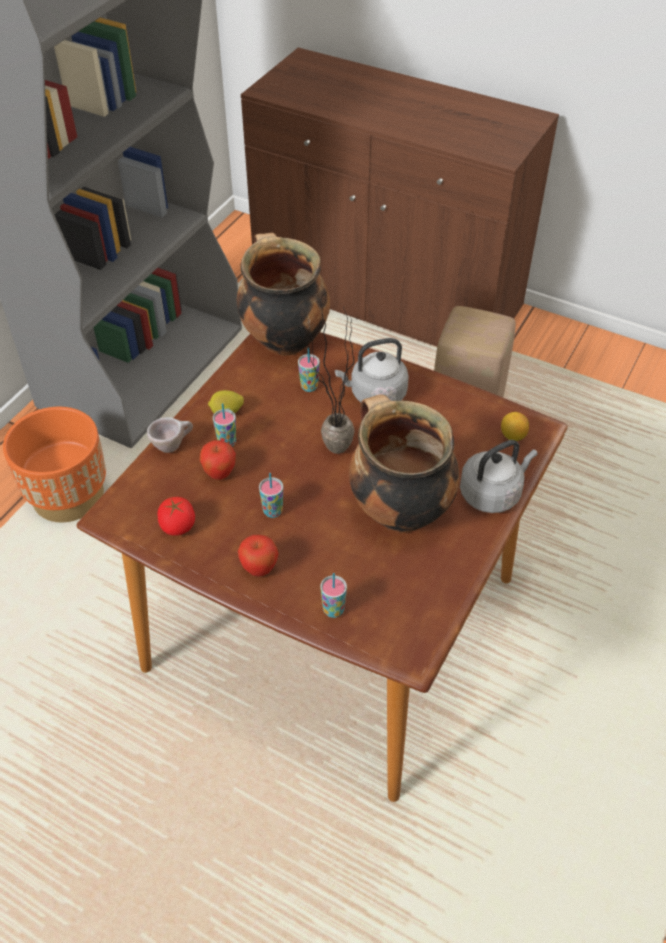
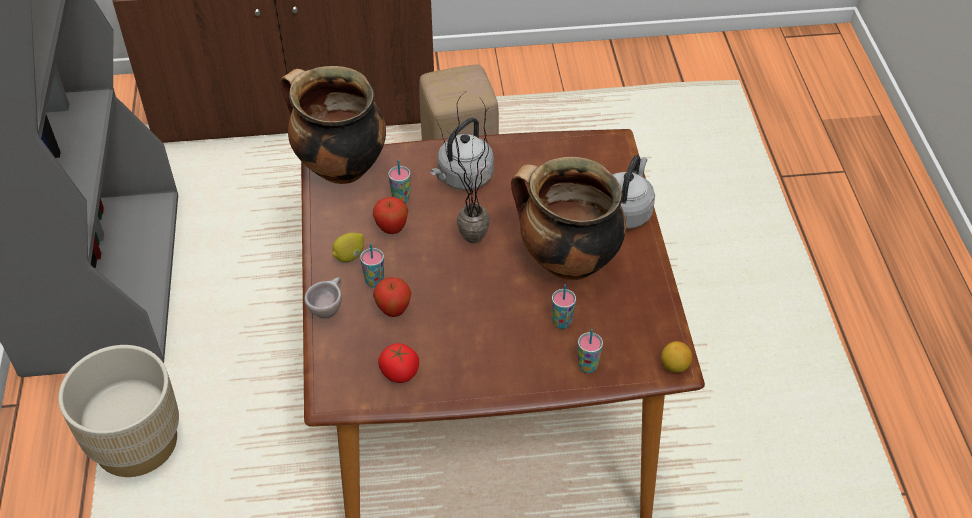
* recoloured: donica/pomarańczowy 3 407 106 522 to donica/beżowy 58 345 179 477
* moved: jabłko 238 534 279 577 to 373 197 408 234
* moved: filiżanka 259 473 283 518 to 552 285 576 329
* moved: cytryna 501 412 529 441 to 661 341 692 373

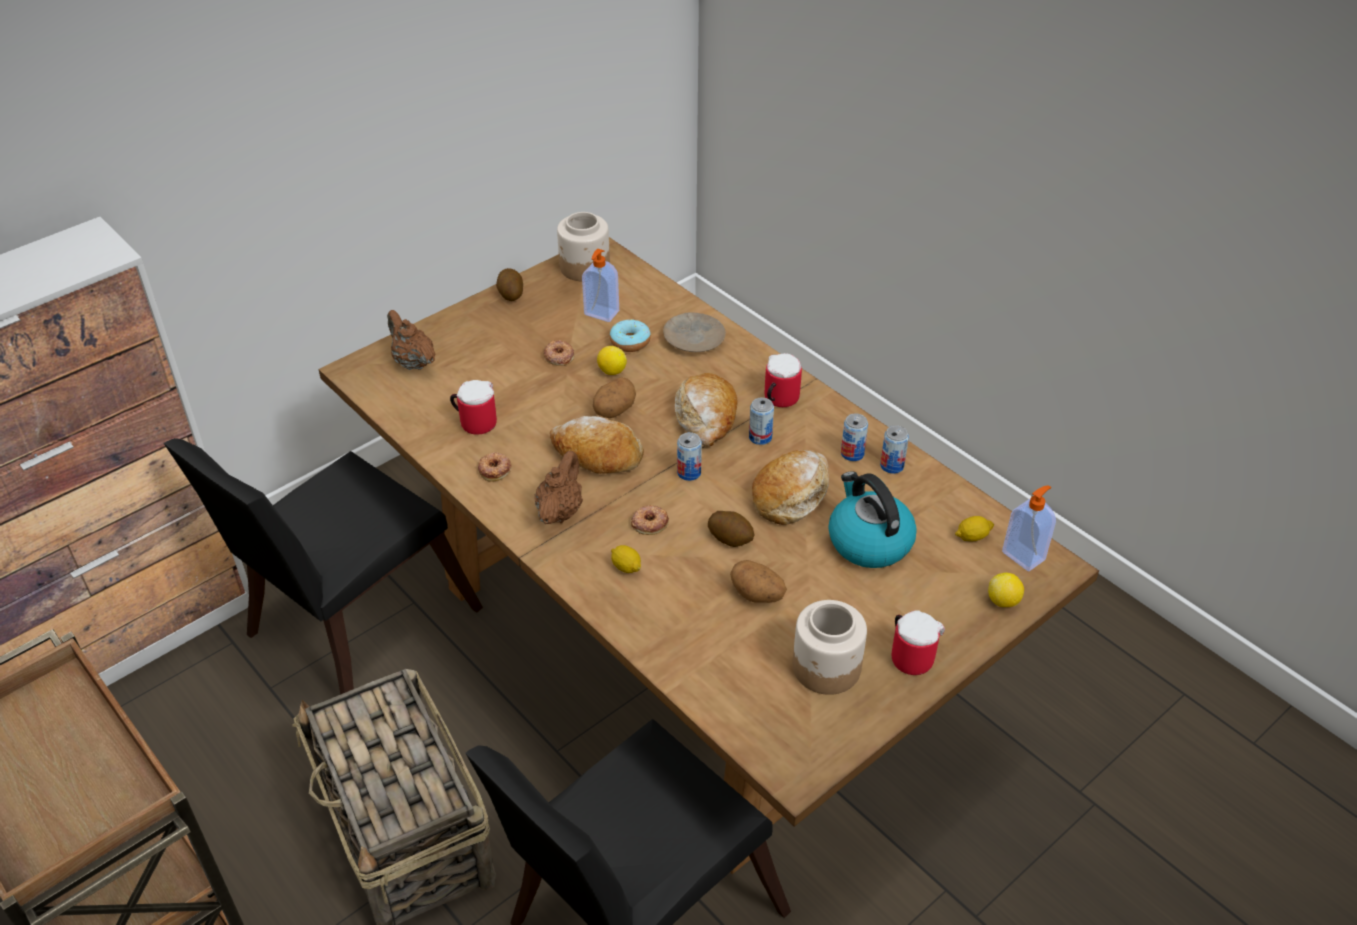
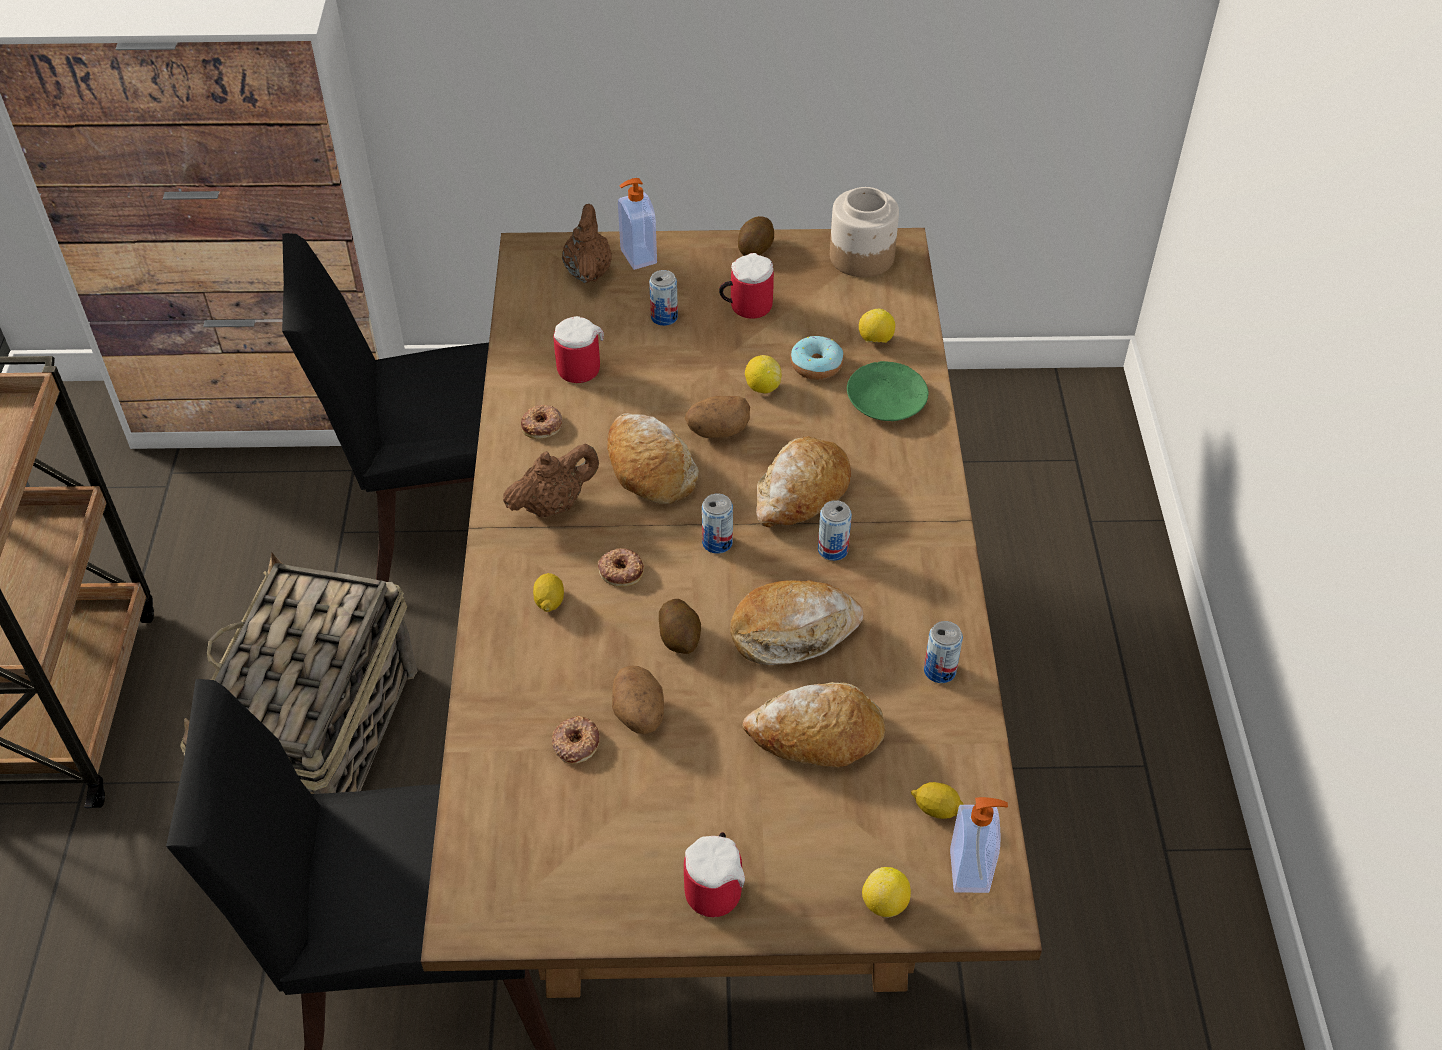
* moved: donut 543 340 574 366 to 552 716 600 764
* moved: dozownik mydła 582 249 619 322 to 618 178 657 270
* recoloured: talerz/beżowy 663 312 726 352 to talerz/zielony 847 361 928 421
* moved: kubek 765 353 802 407 to 719 253 774 319
* removed: słoik 793 600 867 695
* replaced: czajnik 828 471 917 568 to chleb 742 682 885 767
* moved: puszka 841 413 868 461 to 649 270 678 326
* added: cytryna 859 309 895 343

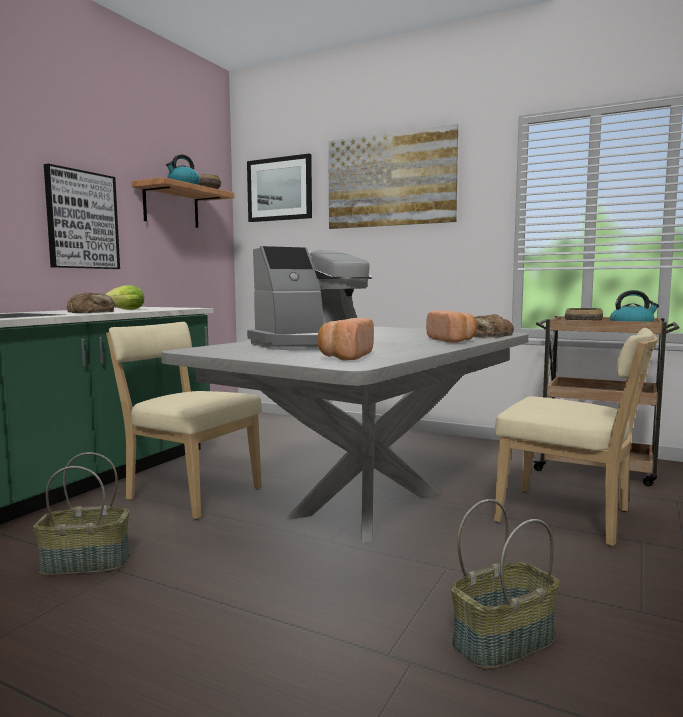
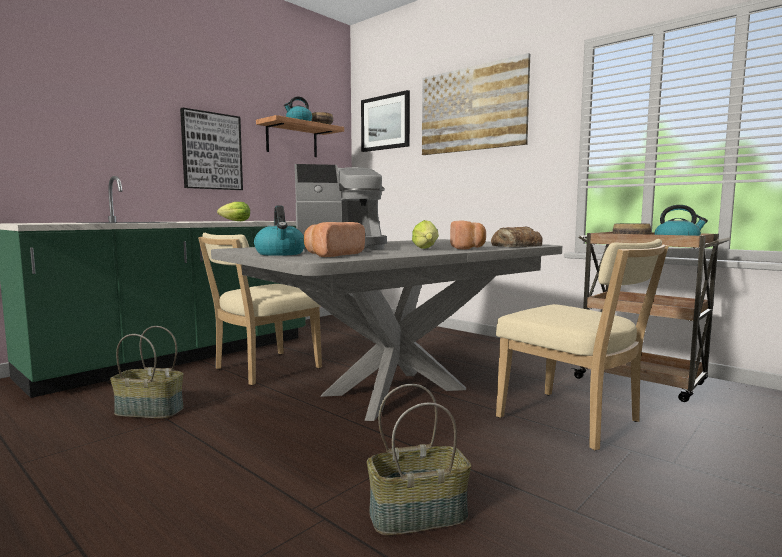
* removed: chleb 67 292 115 313
* turned: krzesło/beżowy 106 322 262 520 = 198 232 322 386 90 degrees counterclockwise
* added: czajnik 254 205 305 256
* added: sałata 412 220 439 249

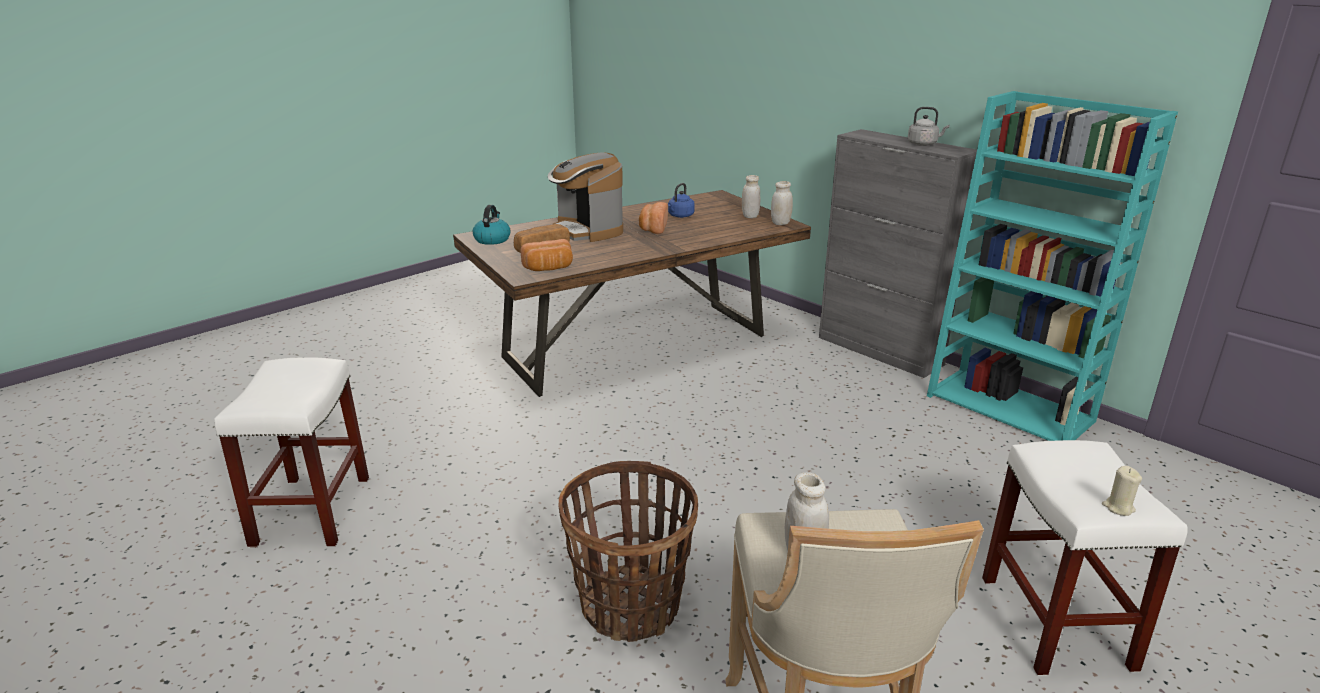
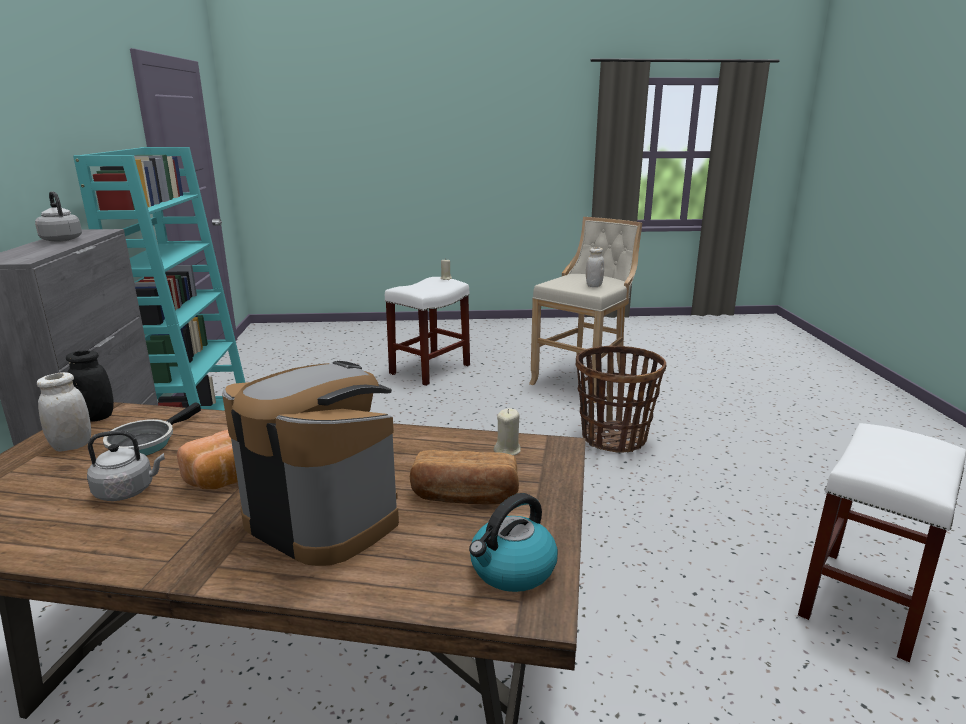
* replaced: chleb 521 239 573 271 to świeca/beżowy 494 408 521 456
* turned: ekspres do kawy 548 152 623 242 = 222 361 399 566 60 degrees counterclockwise
* recoloured: czajnik/niebieski 668 183 695 218 to czajnik/szary 87 430 165 501
* recoloured: słoik/biały 771 181 793 225 to słoik/czarny 66 350 114 422
* added: patelnia 103 402 201 456

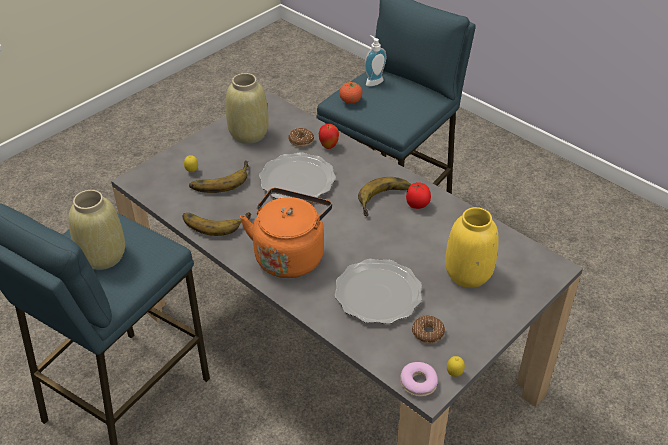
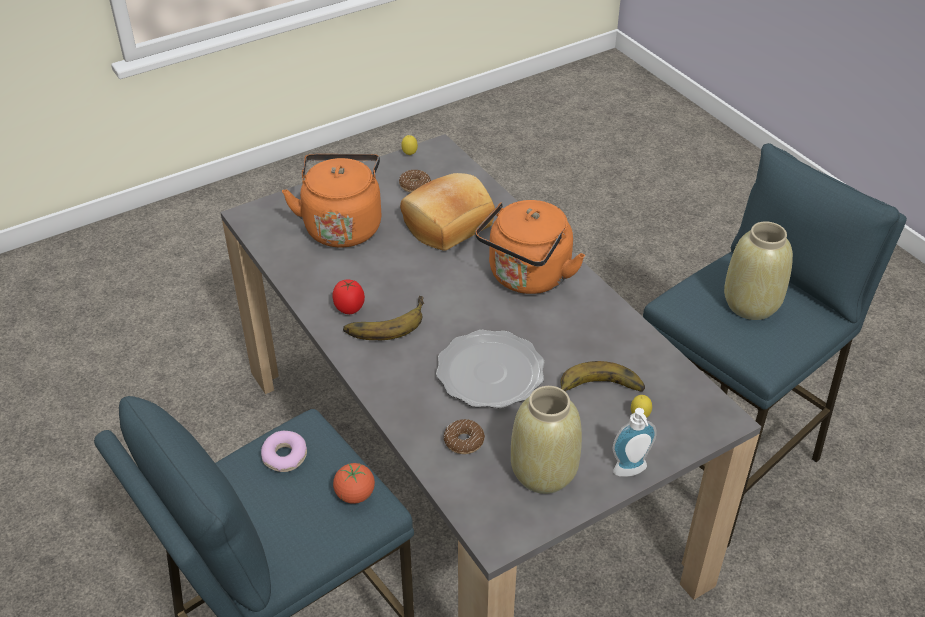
* removed: banan 182 212 251 236
* removed: jabłko 319 124 339 149
* replaced: talerz 335 259 422 324 to chleb 400 173 495 251
* moved: dozownik mydła 364 35 386 86 to 612 408 657 477
* moved: donut 400 362 438 397 to 261 431 307 472
* replaced: wazon/żółty 445 207 499 288 to czajnik/pomarańczowy 282 154 381 247

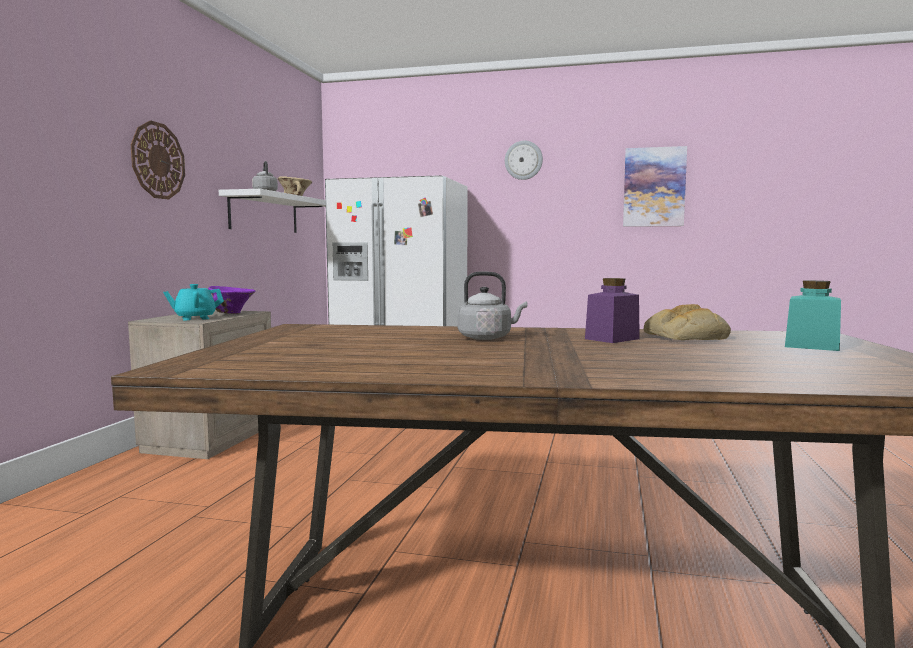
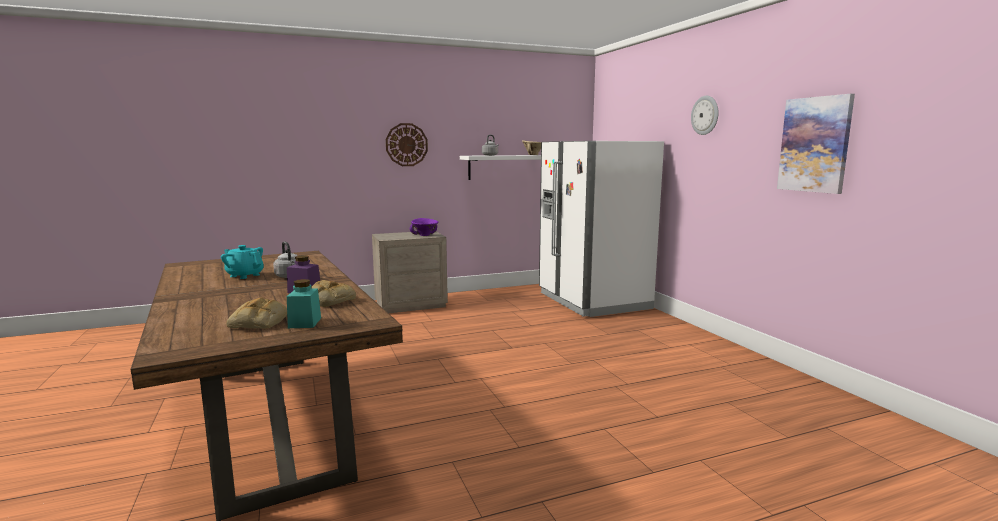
* moved: imbryk/turkusowy 163 284 224 320 to 221 245 264 279
* added: chleb 226 298 287 329

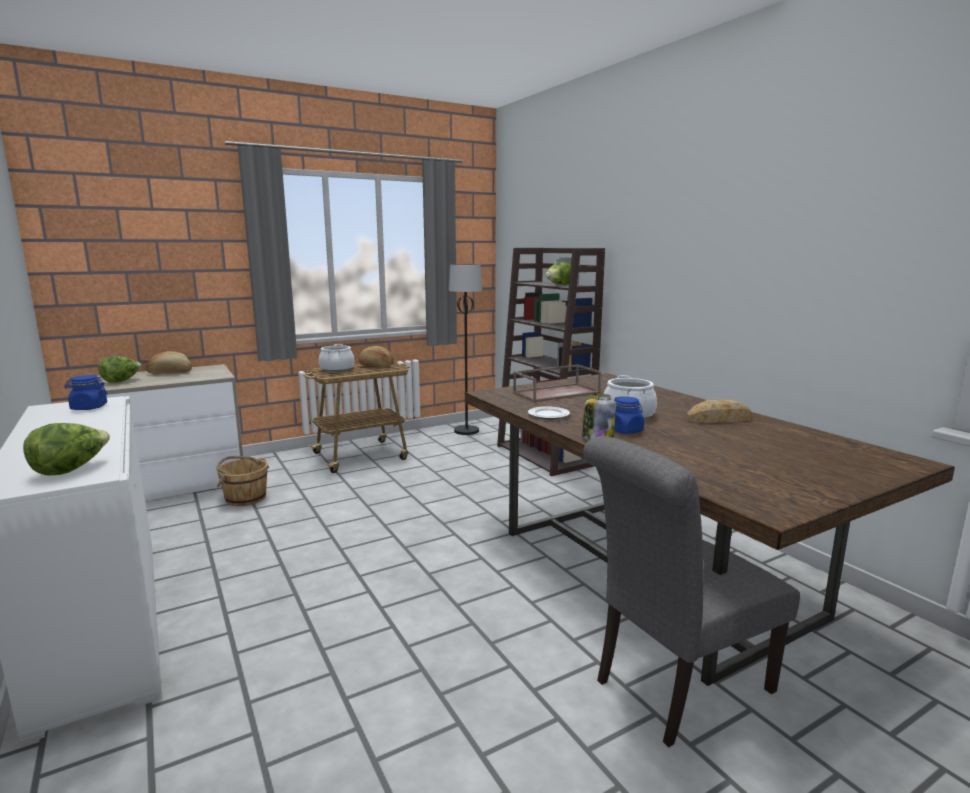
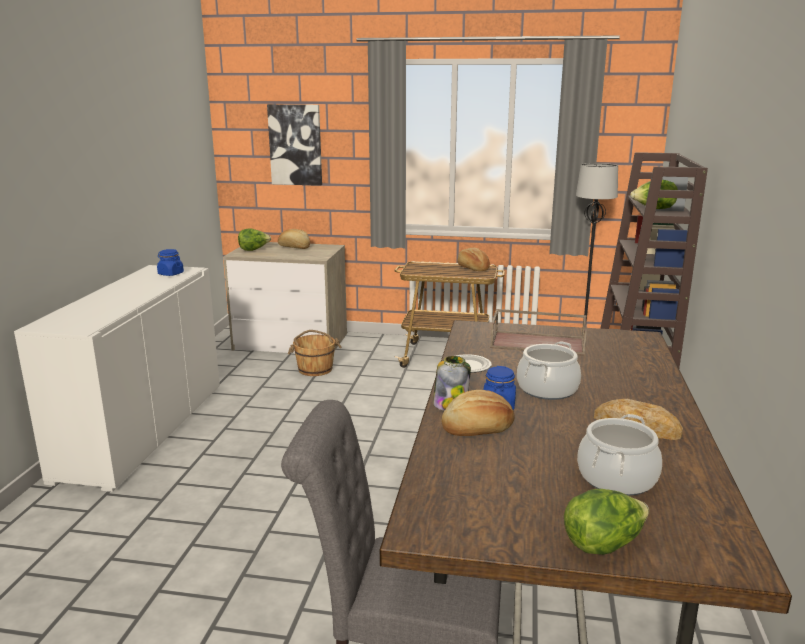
* moved: sałata 23 423 110 475 to 564 489 649 555
* moved: garnek 319 344 354 372 to 577 414 662 496
* added: obraz 267 104 322 186
* added: chleb 441 390 515 436

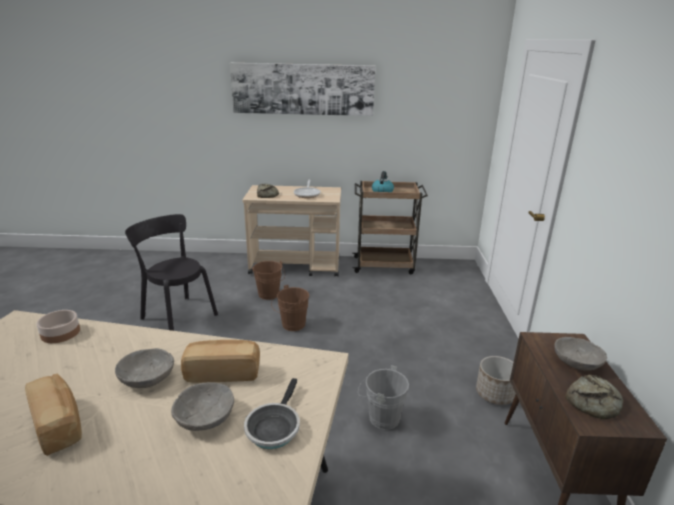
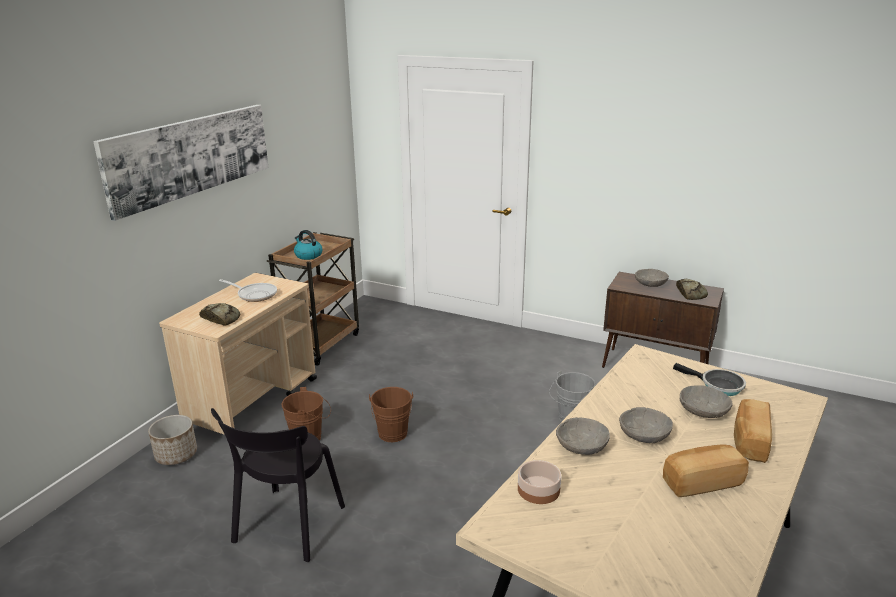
* turned: krzesło/czarny 125 214 218 331 = 211 408 345 562 45 degrees counterclockwise
* moved: chleb 181 340 260 383 to 734 399 772 463
* moved: donica 476 356 516 405 to 148 415 197 465
* added: miska/szary 556 417 610 455

